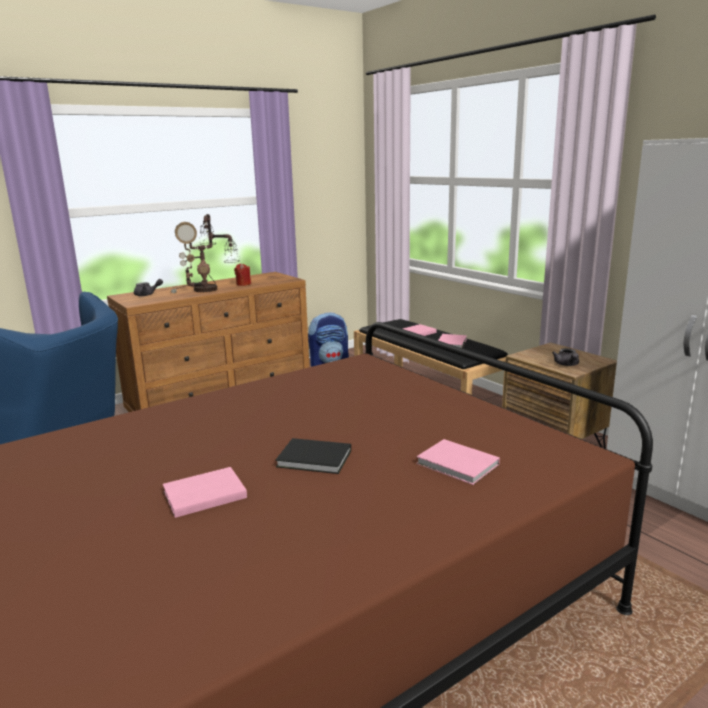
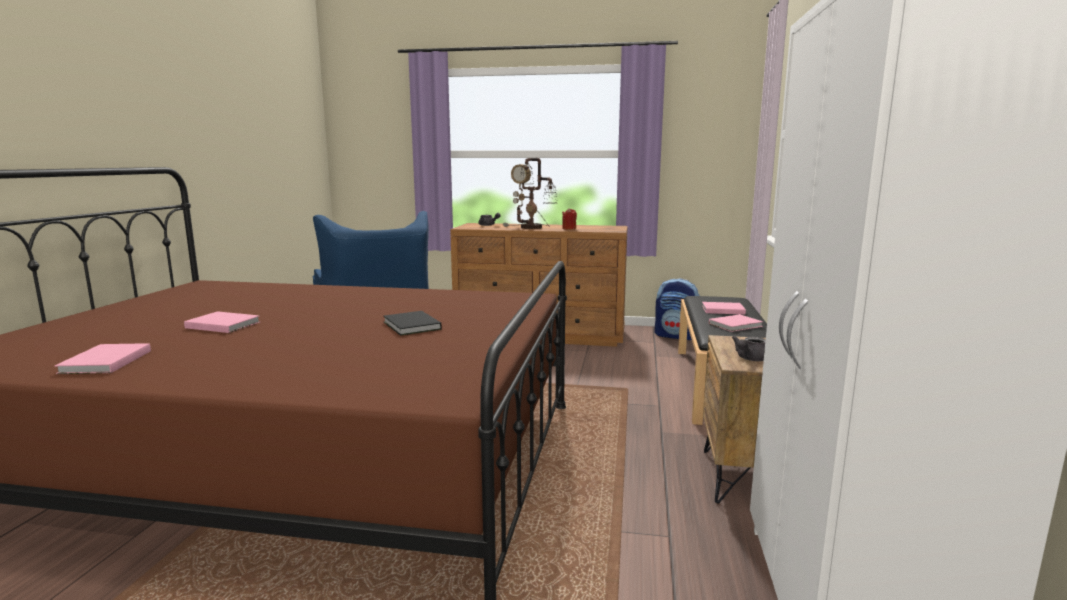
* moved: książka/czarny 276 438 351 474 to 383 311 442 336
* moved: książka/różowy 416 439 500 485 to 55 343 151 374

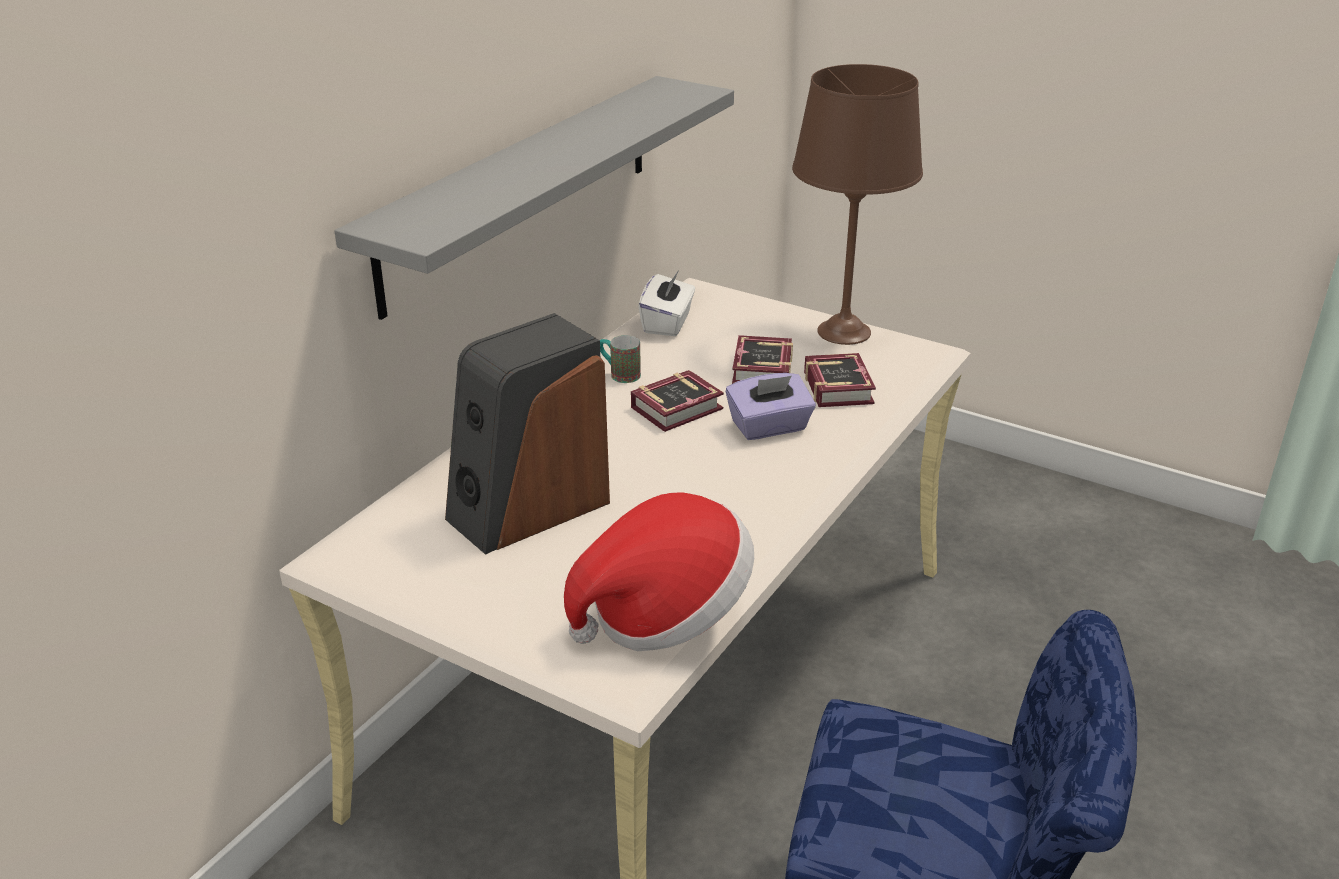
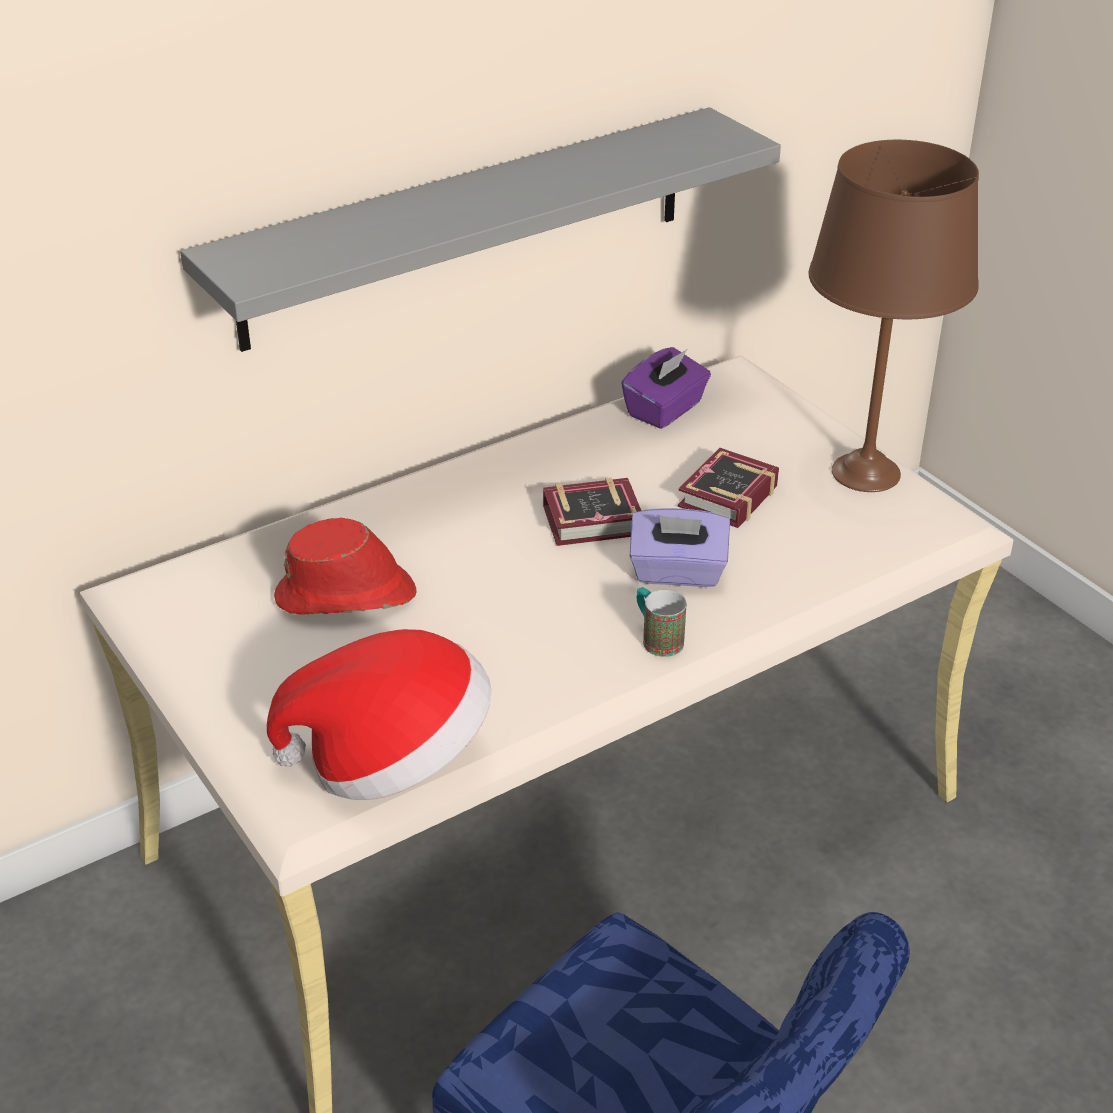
* replaced: głośnik 445 313 610 555 to kapelusz/czerwony 274 518 417 615
* moved: kubek 600 335 641 383 to 637 587 686 657
* recoloured: pudełko chusteczek/biały 639 270 695 336 to pudełko chusteczek/fioletowy 621 347 711 429
* removed: książka 804 353 876 407

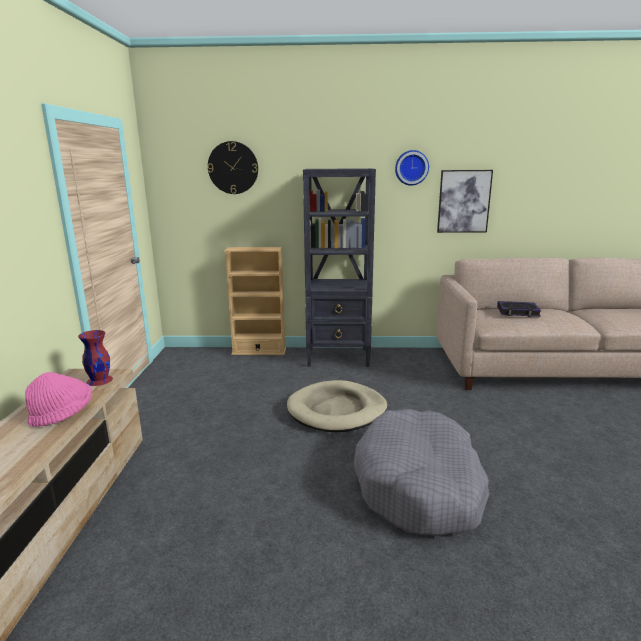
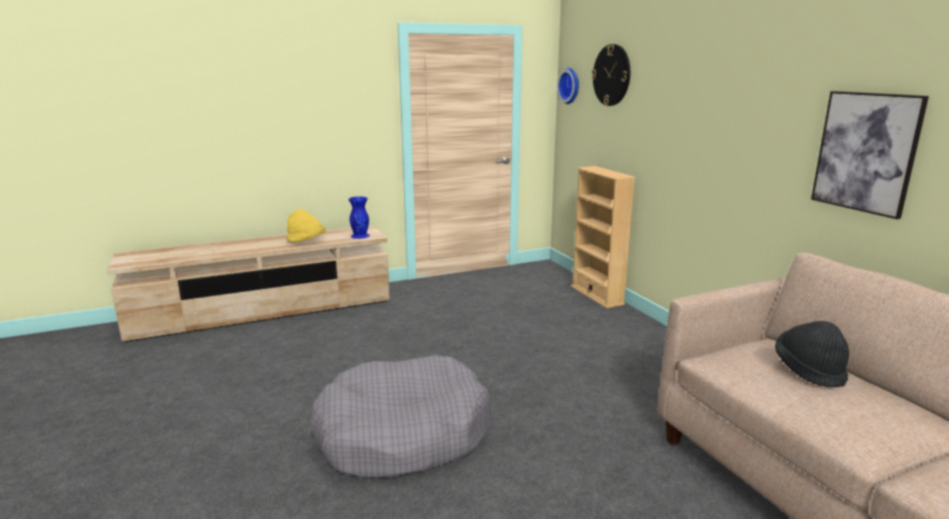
* recoloured: kapelusz/różowy 25 372 92 427 to kapelusz/żółty 286 209 326 243
* recoloured: wazon/czerwony 78 330 113 386 to wazon/niebieski 348 197 370 239
* removed: legowisko/beżowy 287 380 387 432
* removed: regał/czarny 303 168 376 367
* moved: zegar ścienny 395 150 429 186 to 557 68 579 104
* replaced: książka 497 301 541 317 to kapelusz/czarny 775 321 849 387

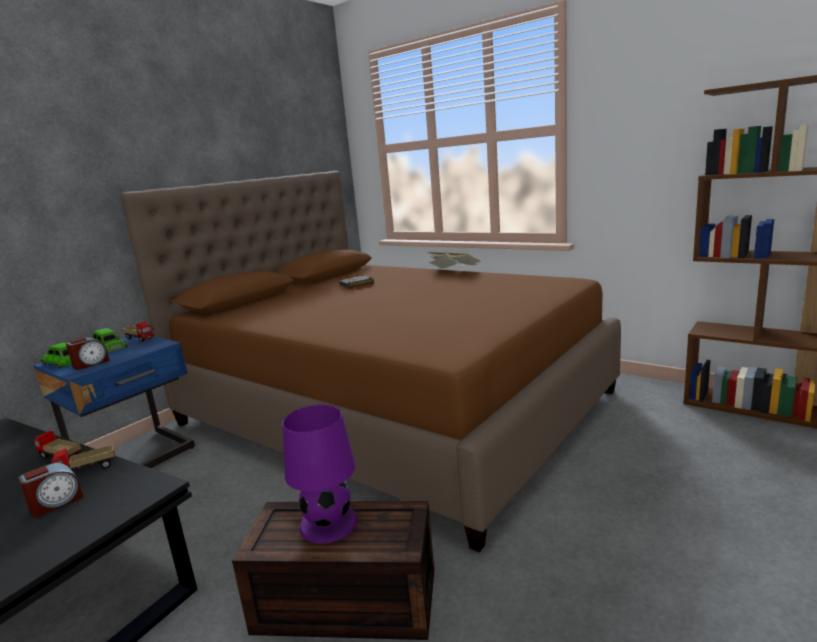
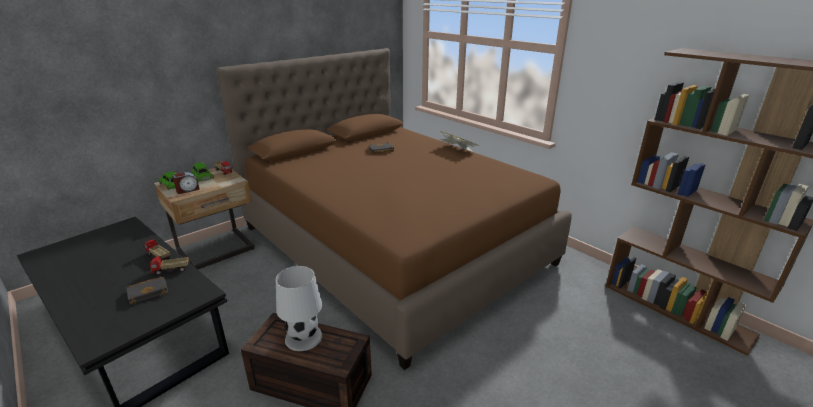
* replaced: budzik 18 463 84 517 to książka/czarny 126 276 168 305
* recoloured: szafka nocna/niebieski 33 336 195 468 to szafka nocna/beżowy 154 168 255 269
* recoloured: lampa stołowa/fioletowy 282 405 358 544 to lampa stołowa/biały 276 266 322 351

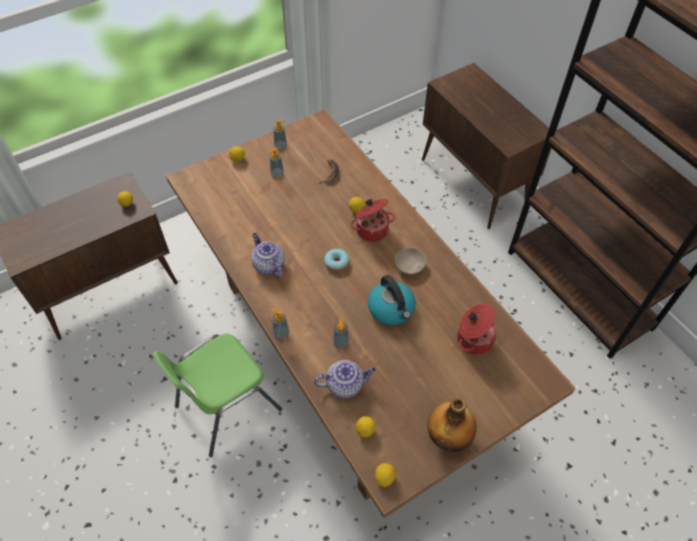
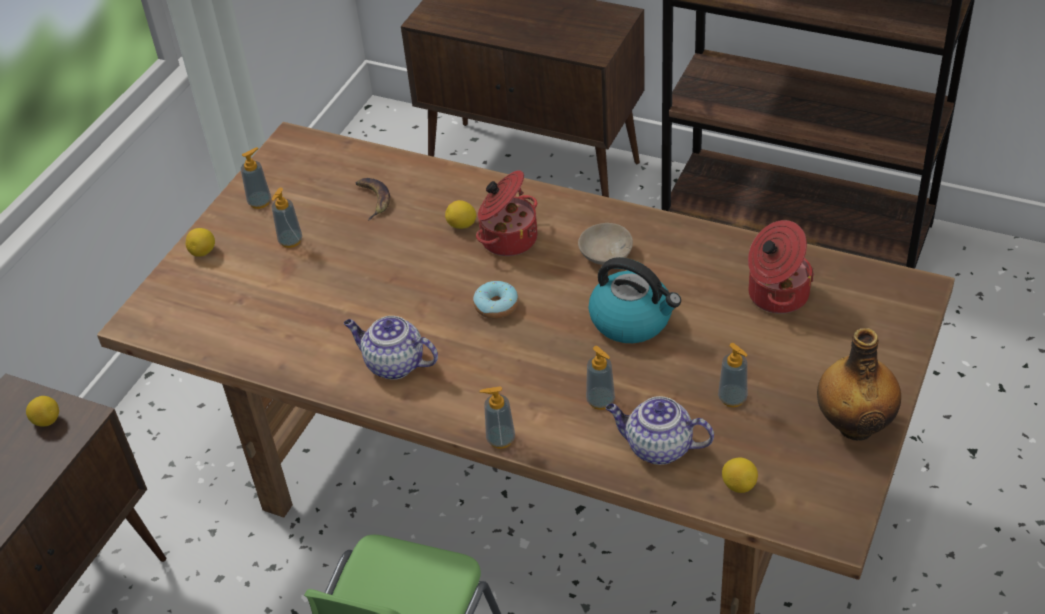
* turned: imbryk 314 360 376 399 = 606 396 714 465 120 degrees counterclockwise
* removed: cytryna 375 463 396 487
* added: dozownik mydła 718 343 747 407

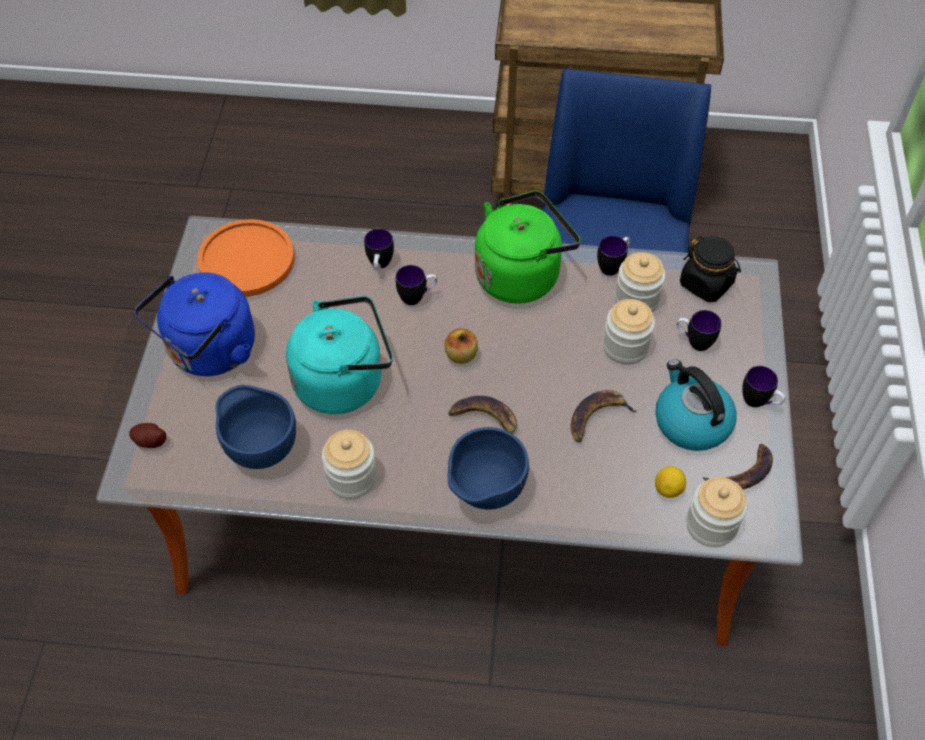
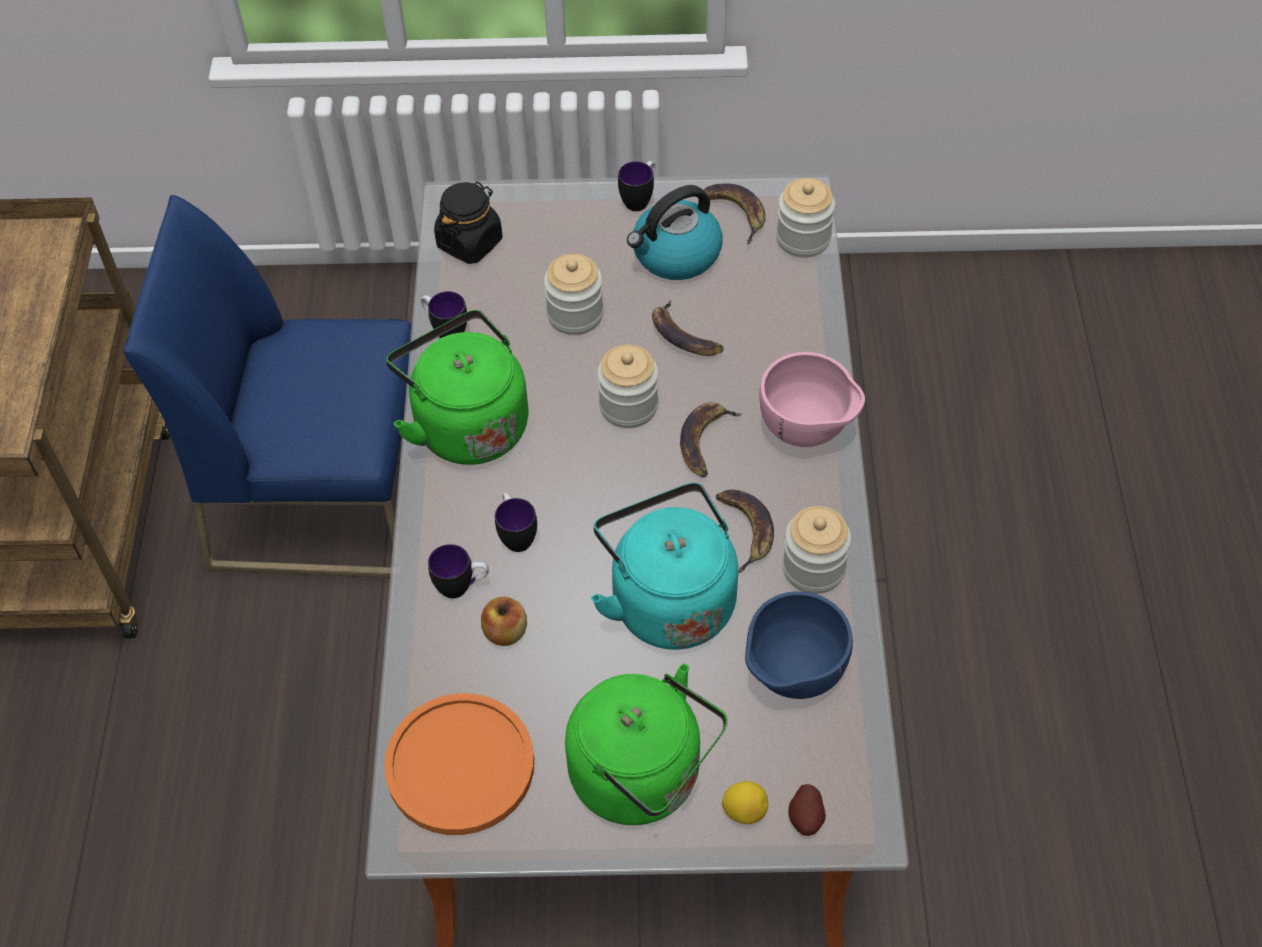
* recoloured: czajnik/niebieski 134 272 255 376 to czajnik/zielony 565 664 728 825
* moved: jabłko 445 328 478 364 to 481 597 527 646
* recoloured: miska/niebieski 448 427 529 510 to miska/różowy 759 352 865 447
* moved: słoik 615 252 666 312 to 597 345 658 428
* moved: cytryna 655 466 686 498 to 722 781 768 824
* removed: kubek 677 310 722 351
* added: banan 716 490 774 573

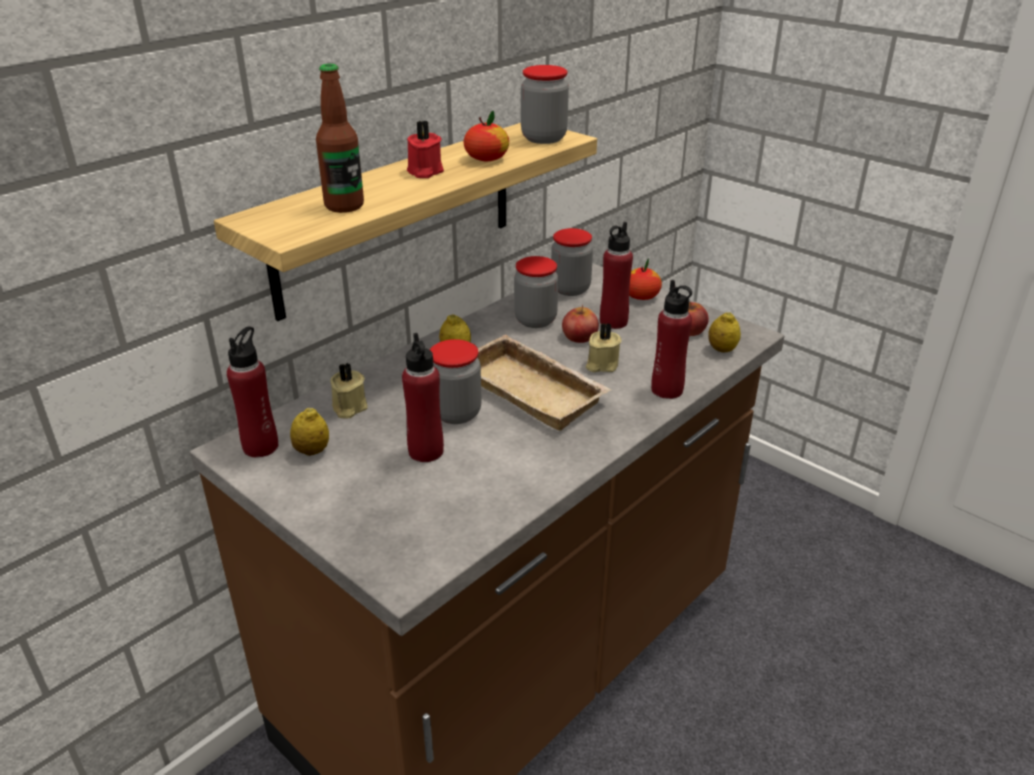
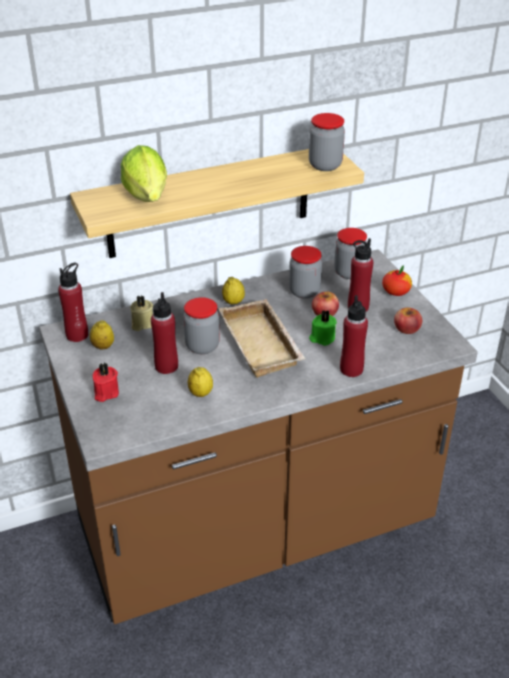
* replaced: butelka 316 64 364 213 to sałata 121 145 167 202
* moved: świeca/czerwony 407 121 444 178 to 93 363 119 402
* removed: jabłko 463 111 509 161
* recoloured: świeca/beżowy 585 323 622 372 to świeca/zielony 309 310 337 346
* moved: cytryna 708 312 741 352 to 188 367 213 397

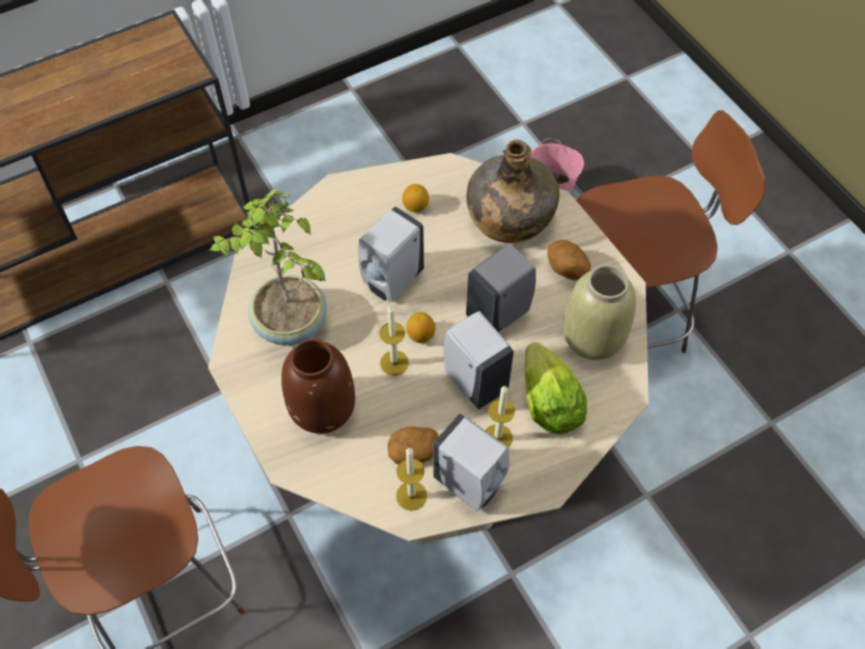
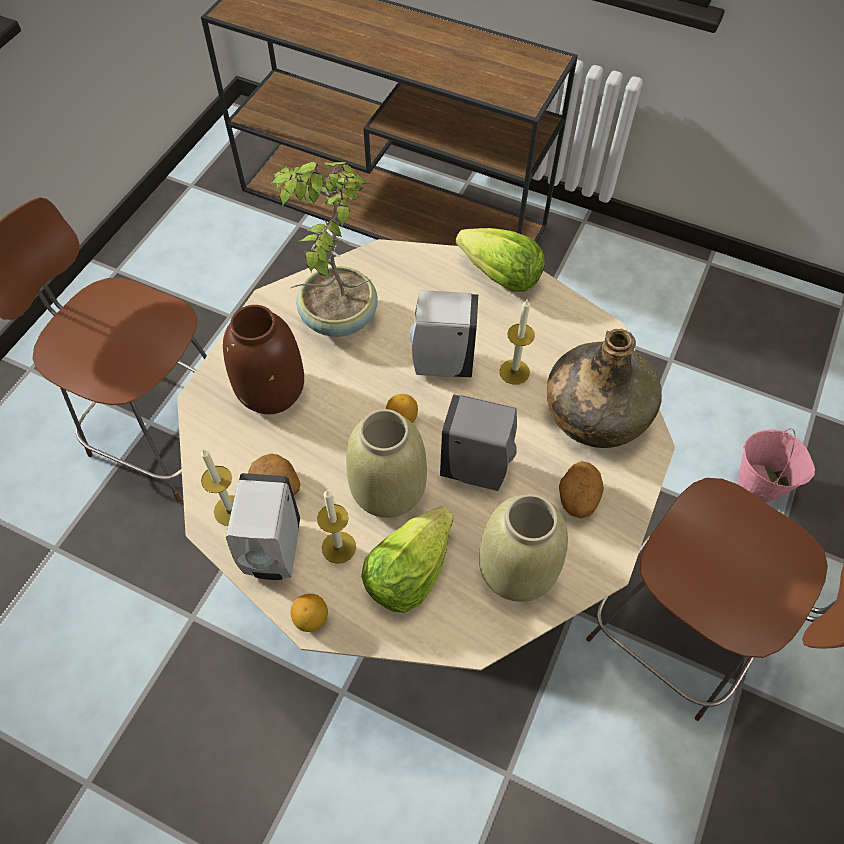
* moved: świeca 379 305 409 376 to 500 298 535 385
* moved: cytryna 402 184 429 212 to 290 594 328 632
* replaced: dozownik mydła/biały 443 311 514 409 to wazon/beżowy 346 409 427 518
* added: sałata 456 228 545 292

